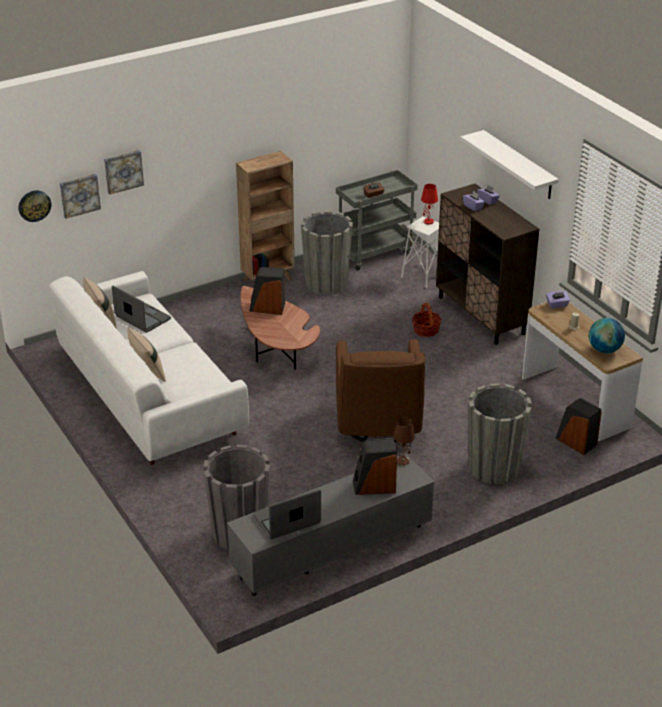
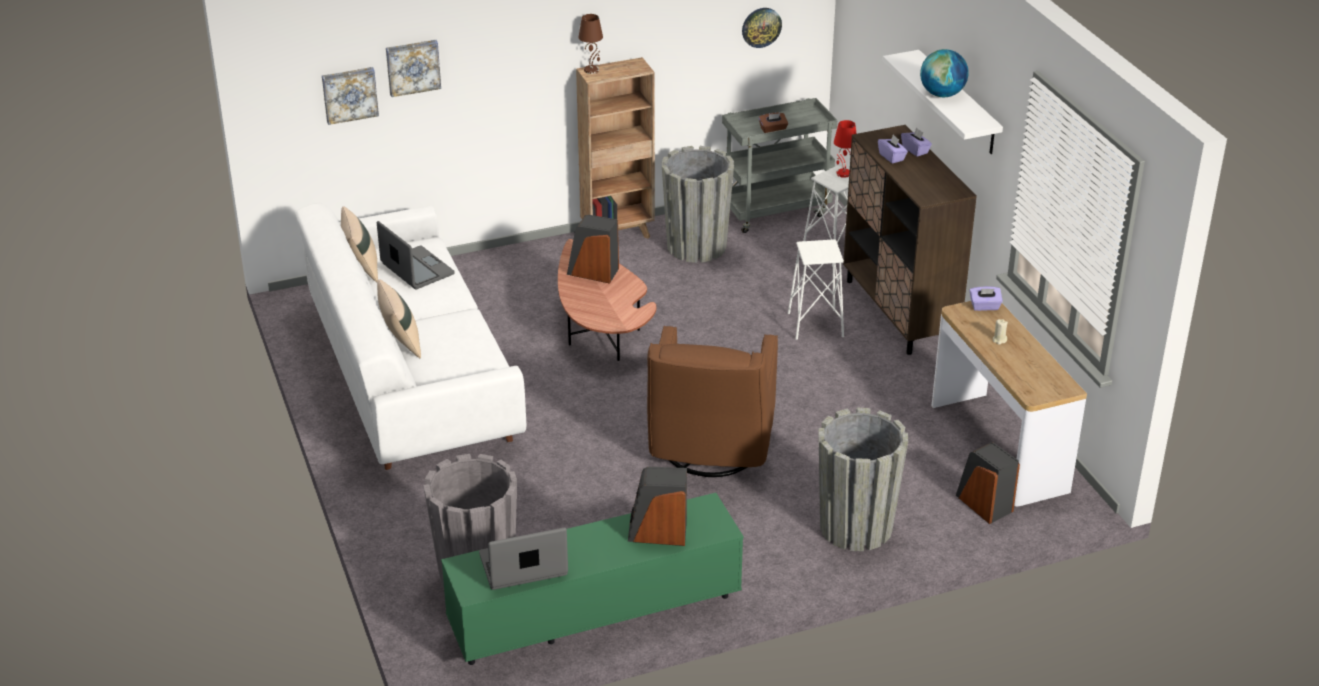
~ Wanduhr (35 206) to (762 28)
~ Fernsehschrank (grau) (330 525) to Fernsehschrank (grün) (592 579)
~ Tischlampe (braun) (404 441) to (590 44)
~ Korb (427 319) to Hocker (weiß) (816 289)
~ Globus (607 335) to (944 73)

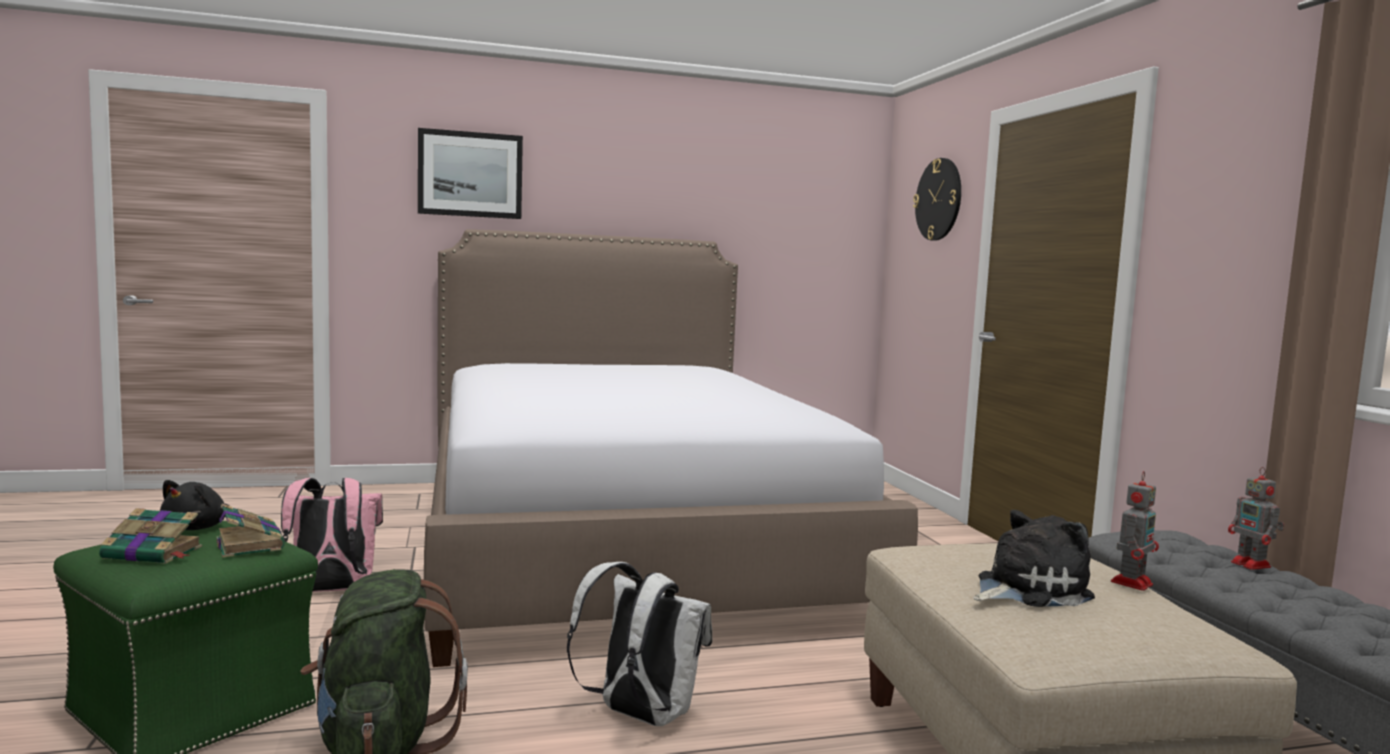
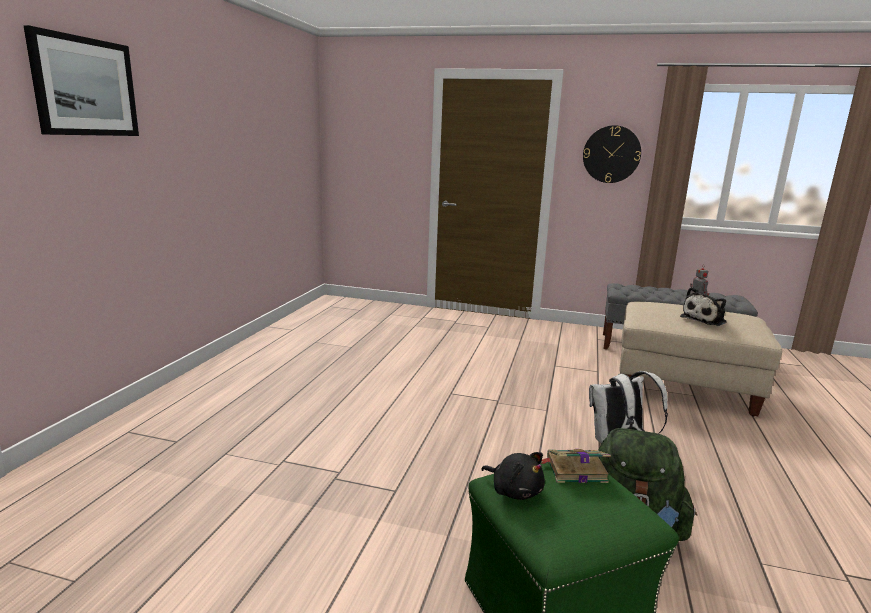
- Buch (150 536)
- Rucksack (rosa) (332 535)
- Bett (671 448)
~ Wanduhr (937 199) to (612 154)
~ Plüschtier (1034 558) = (703 306) 135 degrees counterclockwise
- Spielzeugroboter (1256 518)

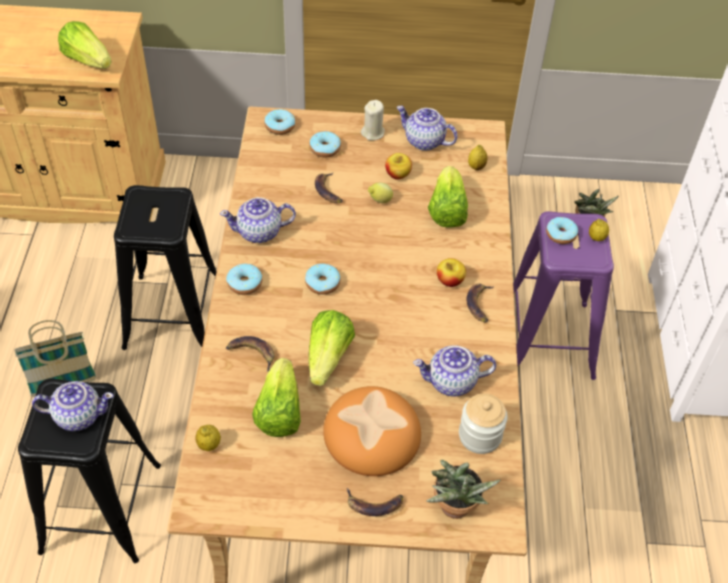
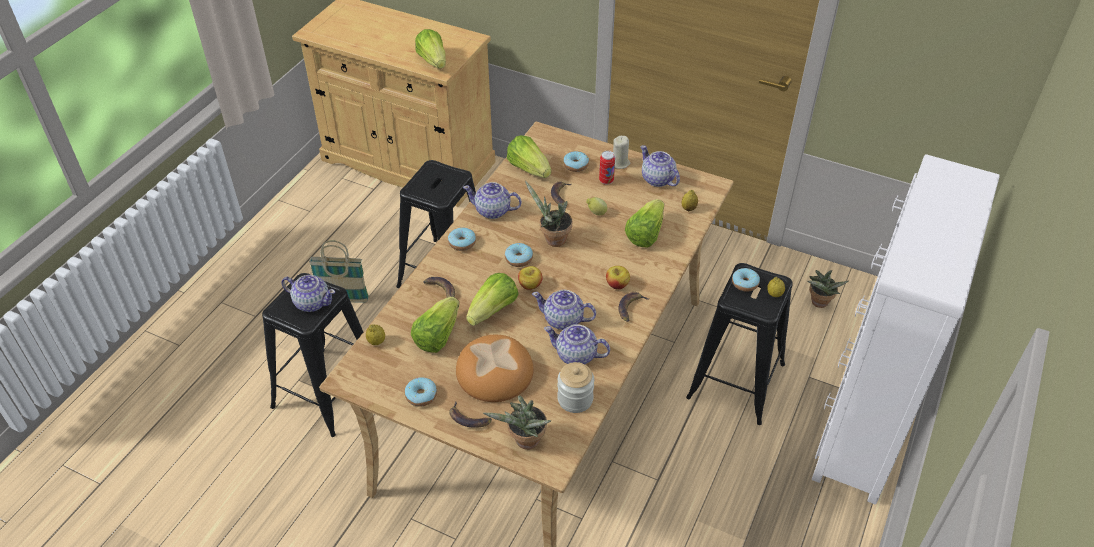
~ Donut (279 122) to (421 391)
~ Apfel (398 166) to (530 278)
~ Hocker (lila) (563 295) to Hocker (schwarz) (739 344)
+ Salatkopf (529 156)
+ Topfpflanze (548 214)
+ Teekanne (564 310)
+ Dose (607 168)

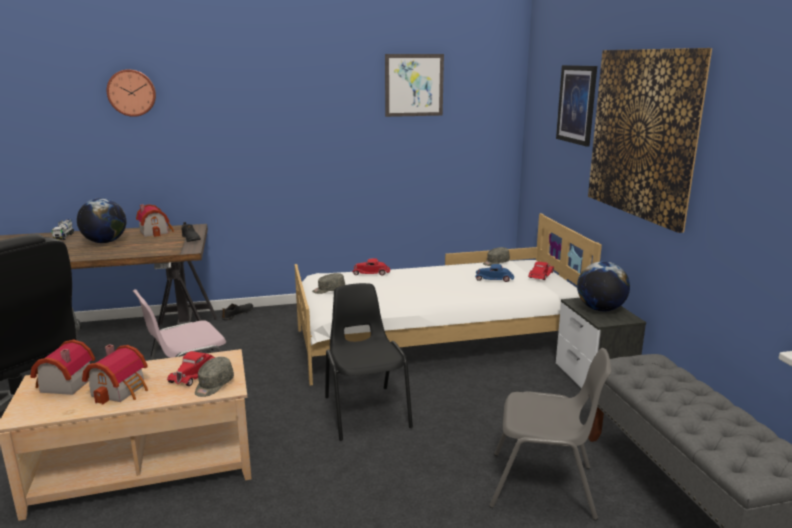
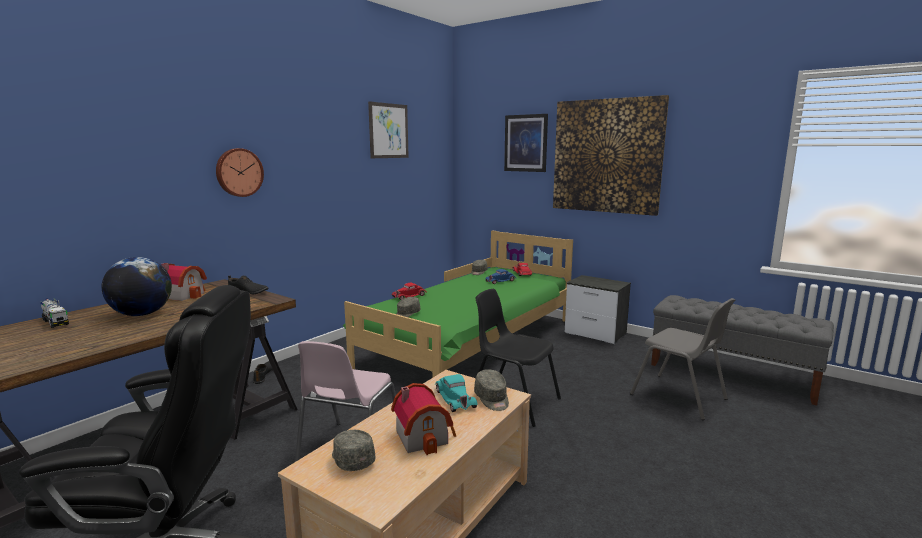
~ Spielzeughaus (62 367) to Kappe (grau) (353 450)
~ Wanduhr (131 93) to (240 172)
~ Spielzeugauto (rot) (191 368) to Spielzeugauto (türkis) (456 393)
~ Bett (weiß) (448 299) to Bett (grün) (458 304)
~ Stuhl (grau) (550 434) = (682 359) 75 degrees clockwise
- Globus (603 286)

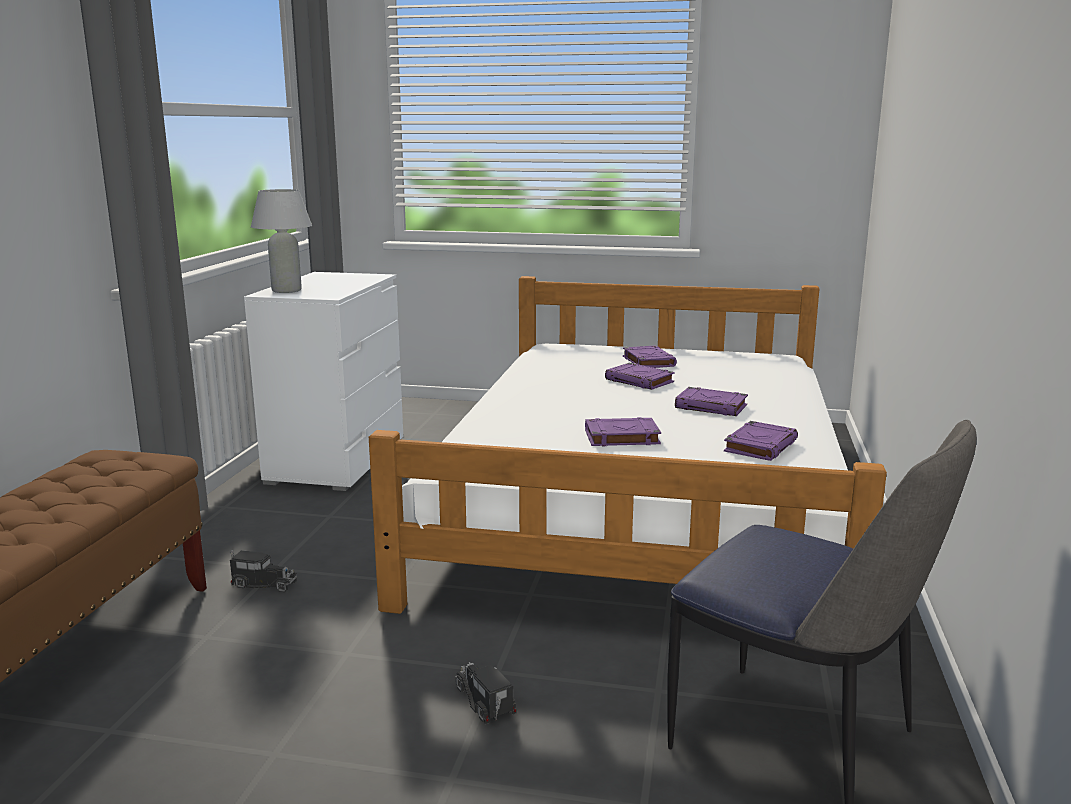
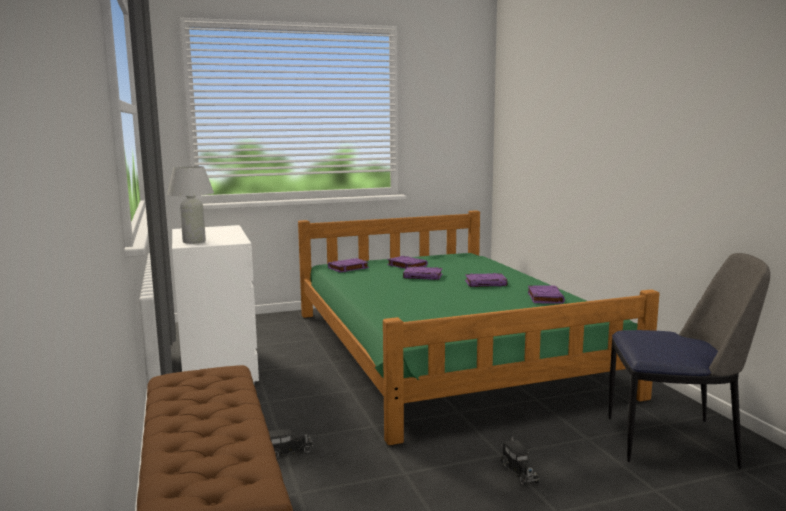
~ Bett (weiß) (628 445) to Bett (grün) (479 327)
~ Spielzeuglaster (486 693) = (520 461) 135 degrees counterclockwise
~ Buch (lila) (623 431) to (348 265)

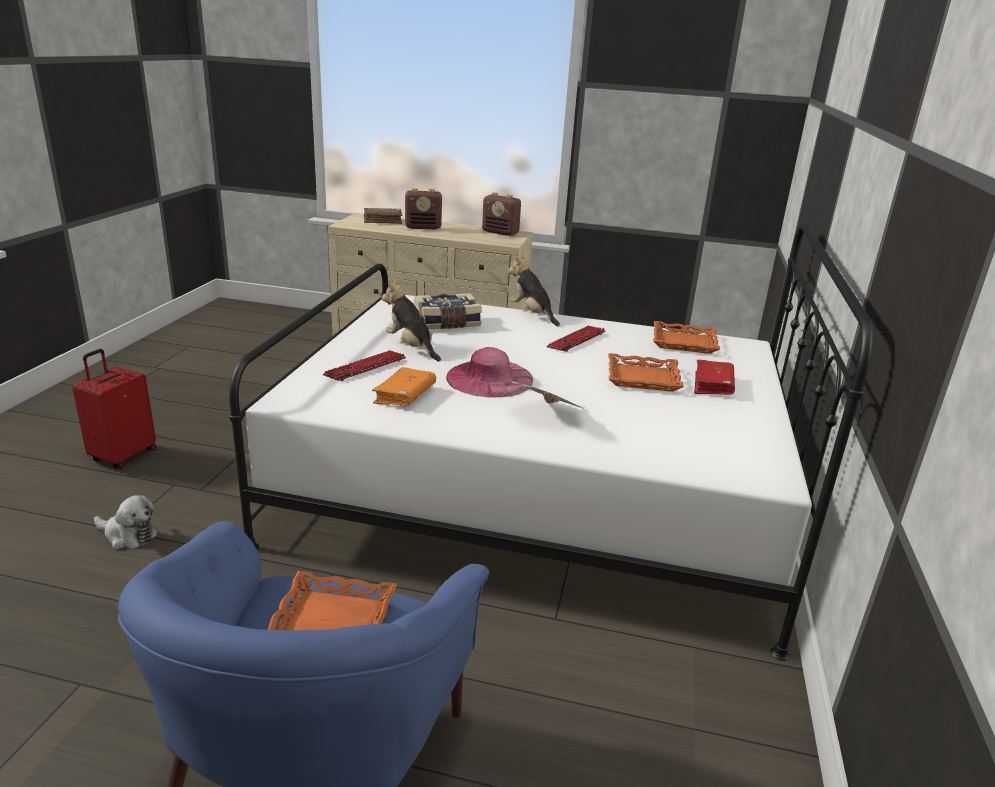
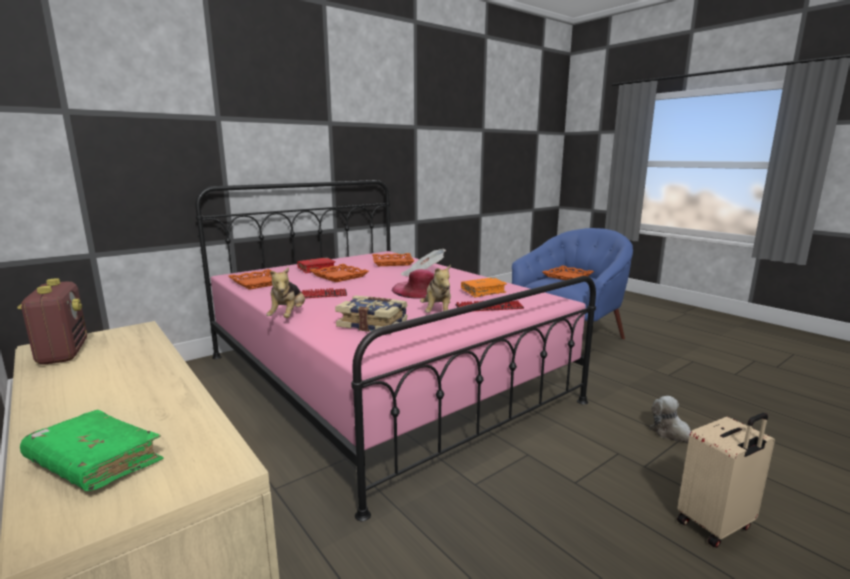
~ Koffer (rot) (114 409) to Koffer (beige) (726 480)
~ Bett (weiß) (551 441) to Bett (rosa) (395 350)
~ Buch (braun) (383 216) to Buch (grün) (92 450)
- Radio (423 208)
+ Tablett (orange) (393 259)

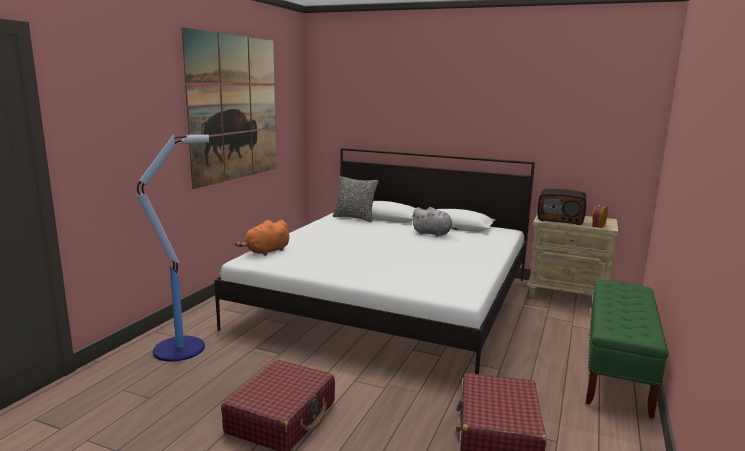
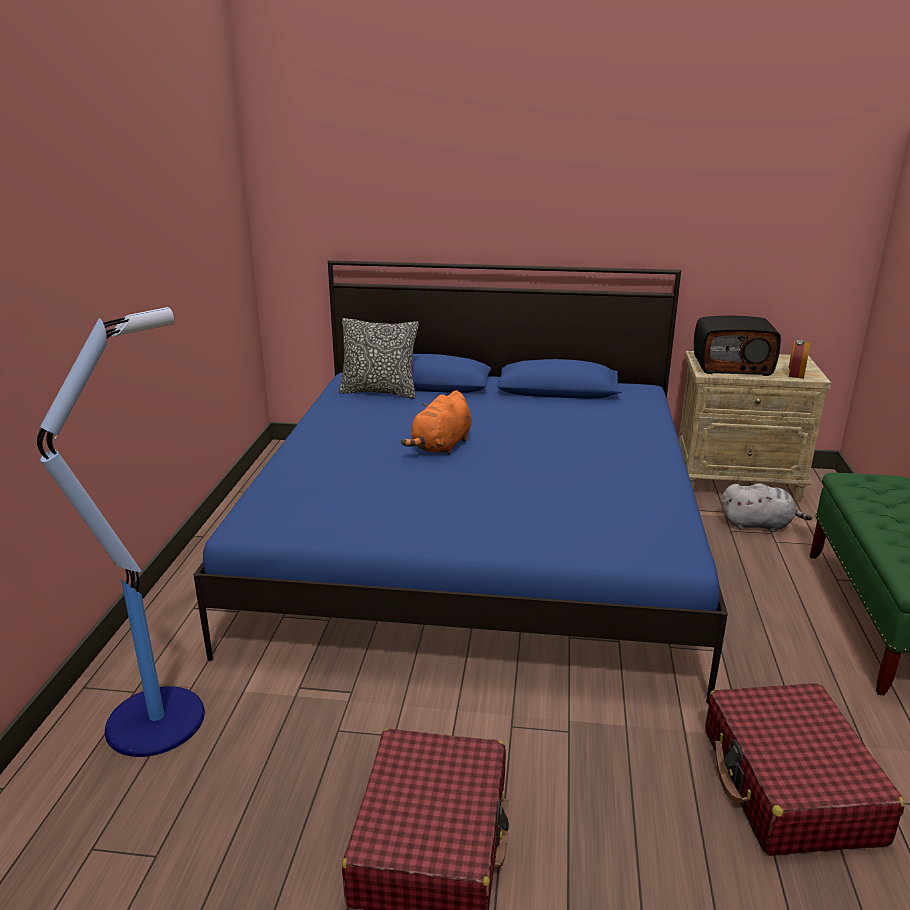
- Bild (228 108)
~ Bett (weiß) (374 261) to Bett (blau) (460 481)
~ Plüschtier (orange) (262 238) to (436 422)
~ Plüschtier (grau) (434 222) to (766 507)

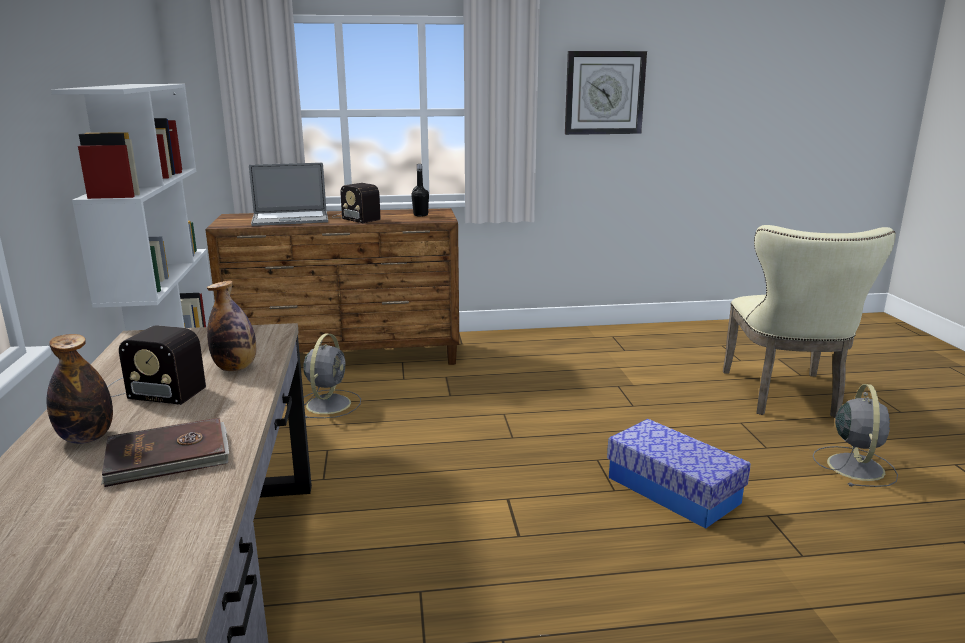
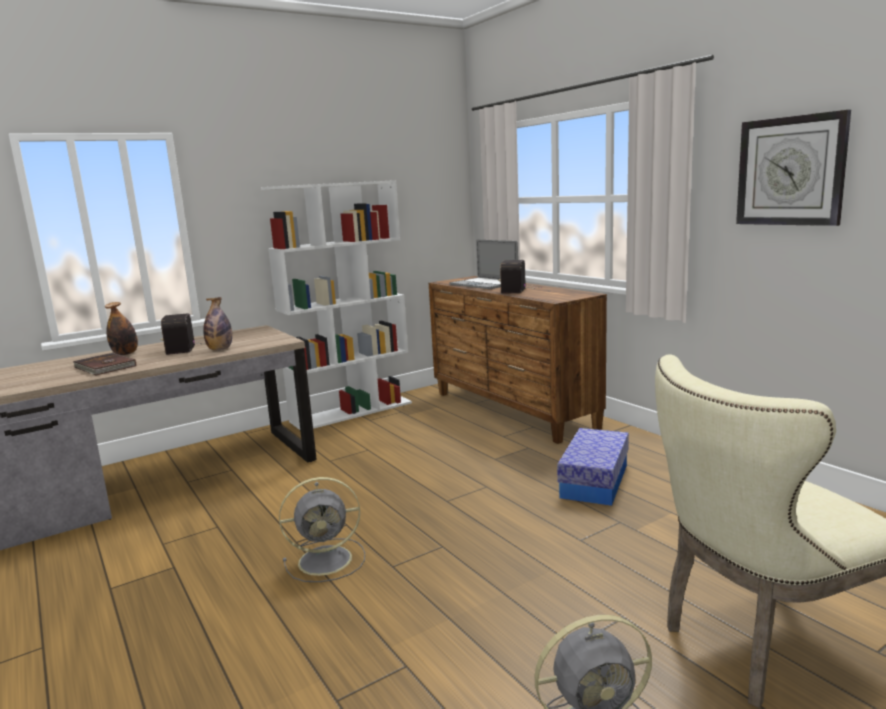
~ Ventilator (grau) (332 376) to (322 529)
- Flasche (schwarz) (420 190)
~ Aufbewahrungsbox (679 474) to (593 467)

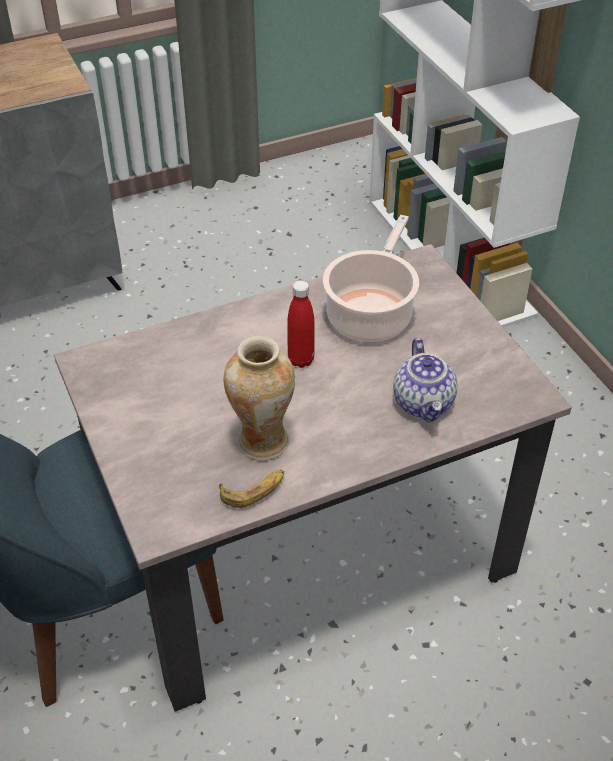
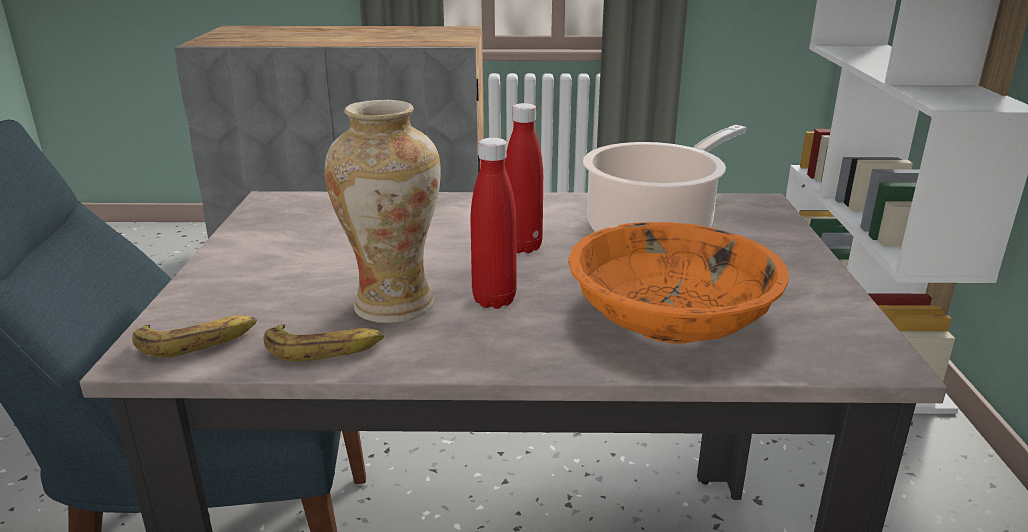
~ Teekanne (425 380) to Schüssel (orange) (678 283)
+ Banane (194 336)
+ Flasche (rot) (494 223)

